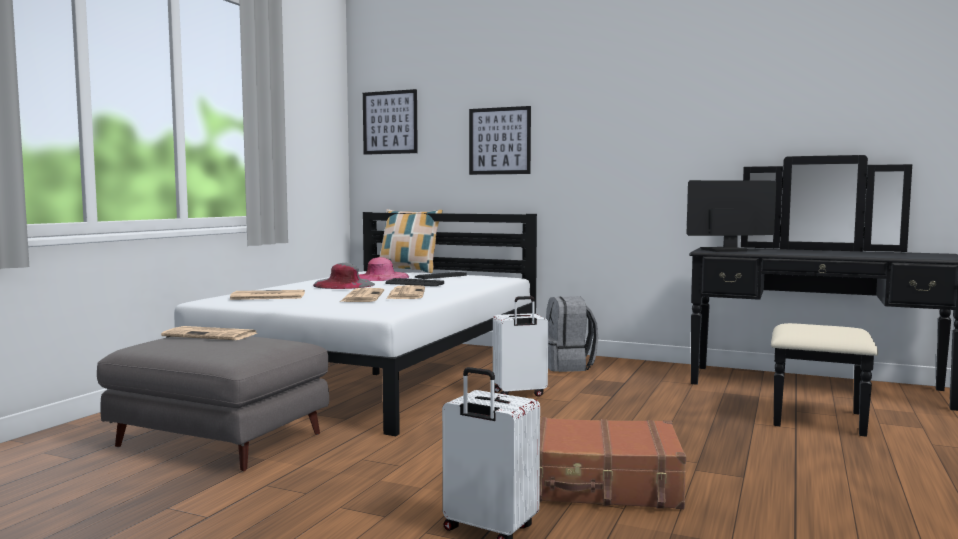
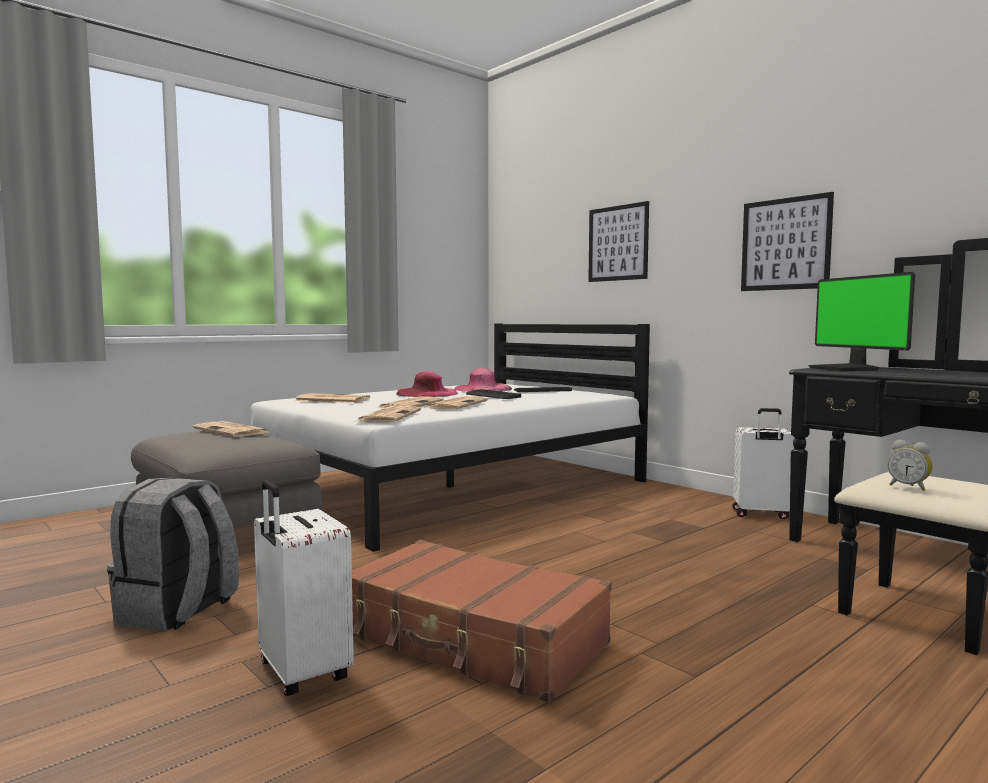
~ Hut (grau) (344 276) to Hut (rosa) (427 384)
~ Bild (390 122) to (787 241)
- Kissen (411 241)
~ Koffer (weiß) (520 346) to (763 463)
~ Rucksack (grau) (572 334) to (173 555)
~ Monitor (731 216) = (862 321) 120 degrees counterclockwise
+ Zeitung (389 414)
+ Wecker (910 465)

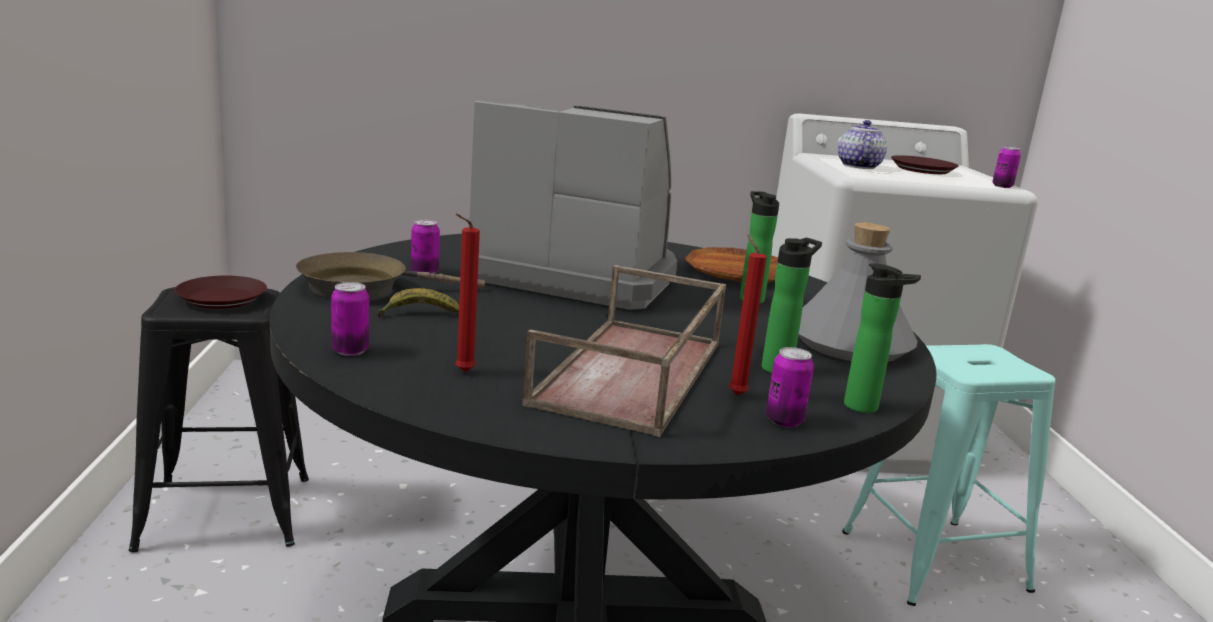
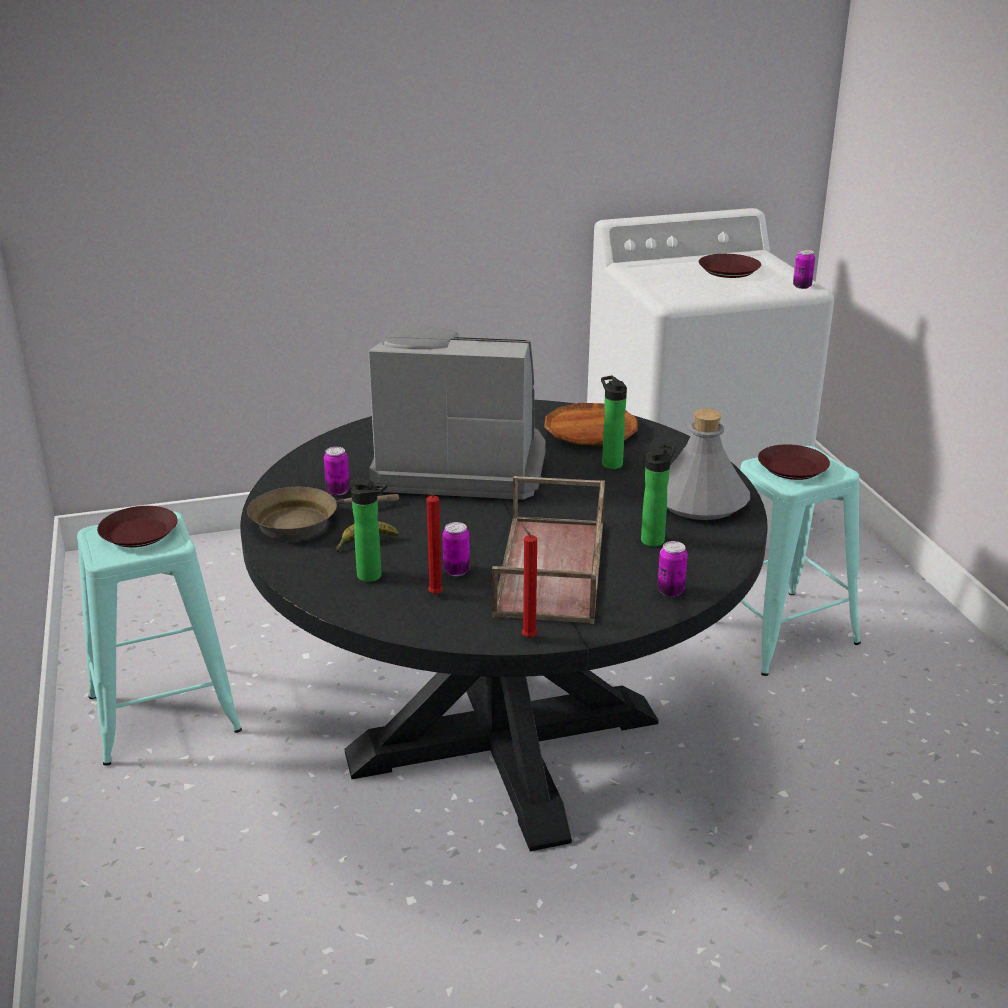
~ Hocker (schwarz) (219 419) to Hocker (türkis) (159 639)
~ Dose (350 319) to (456 549)
~ Kerze (rot) (748 315) to (528 580)
- Teekanne (862 144)
~ Flasche (882 338) to (369 530)
+ Teller (braun) (794 462)

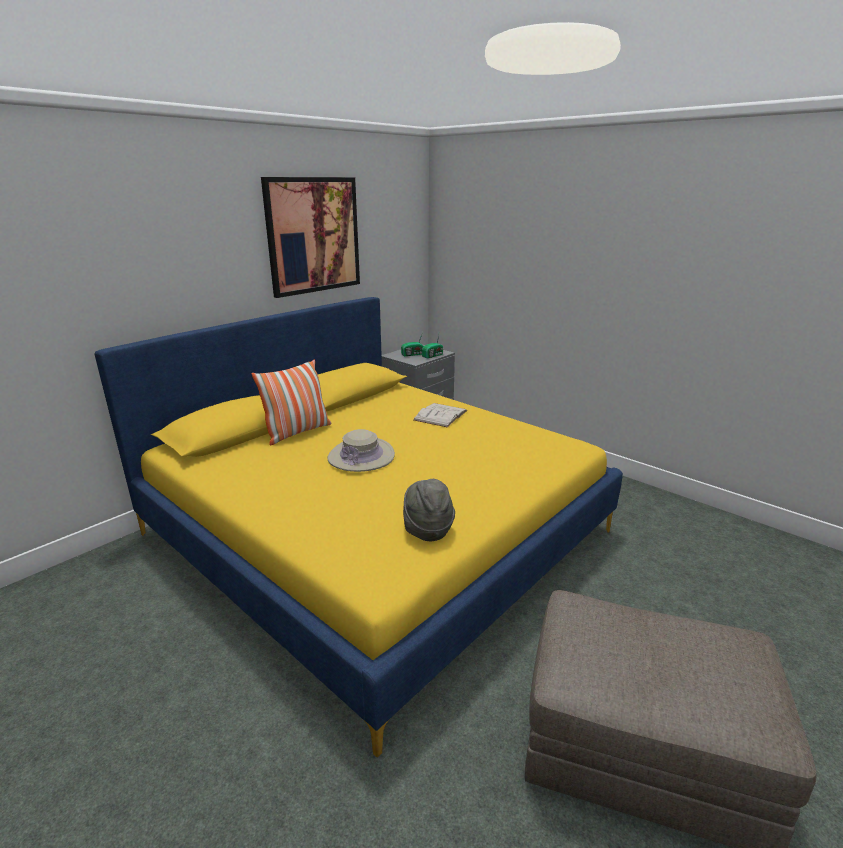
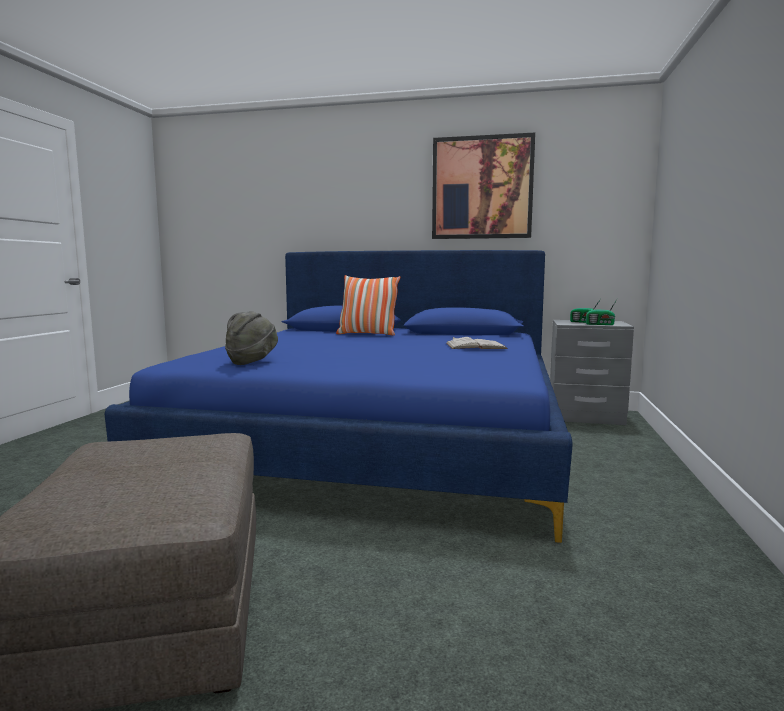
~ Bett (gelb) (358 527) to Bett (blau) (339 396)
- Hut (beige) (361 450)

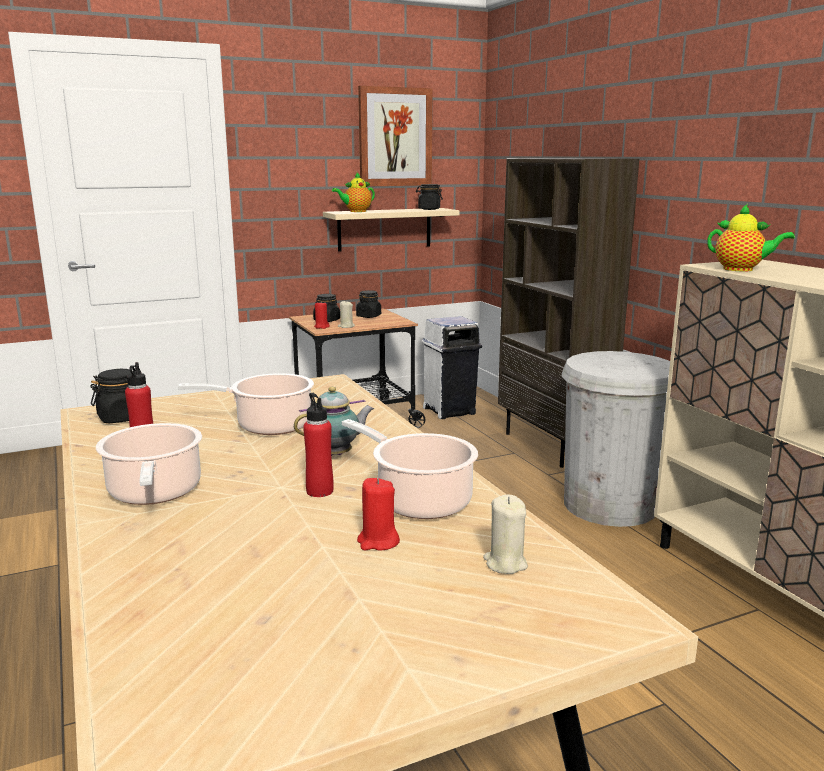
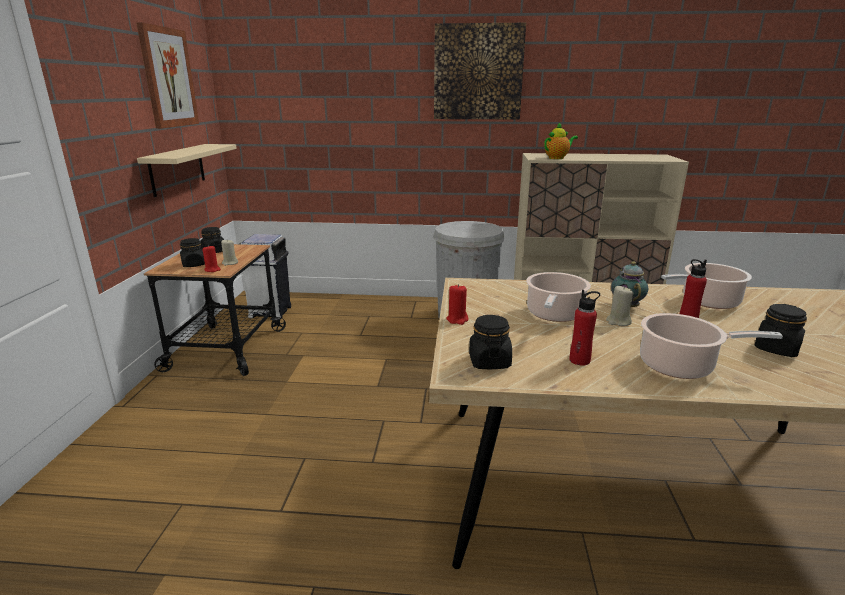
- Teekanne (353 192)
~ Kerze (rot) (378 514) to (457 304)
~ Vorratsglas (schwarz) (429 197) to (781 330)
~ Kerze (beige) (505 534) to (619 306)
- Bücherregal (braun) (568 313)
+ Bild (480 71)

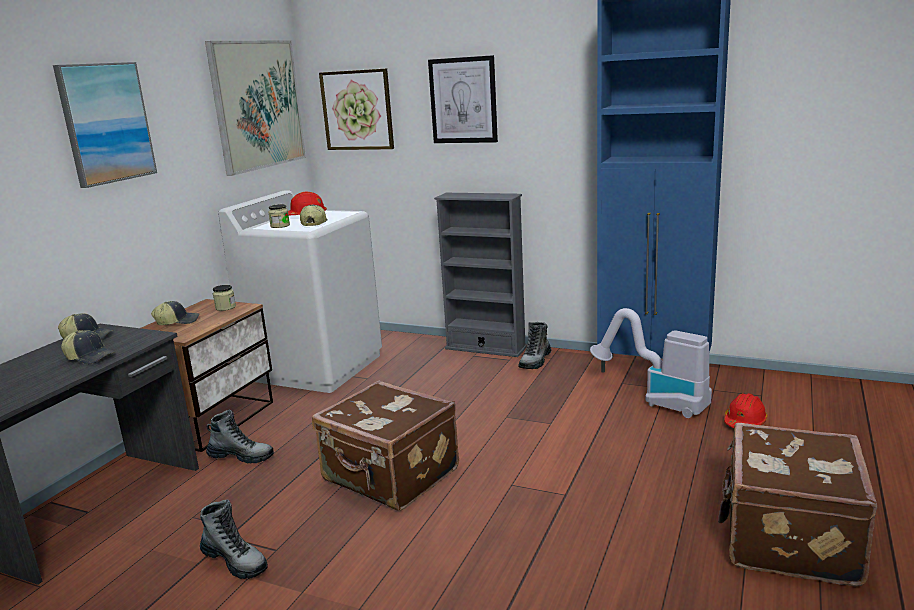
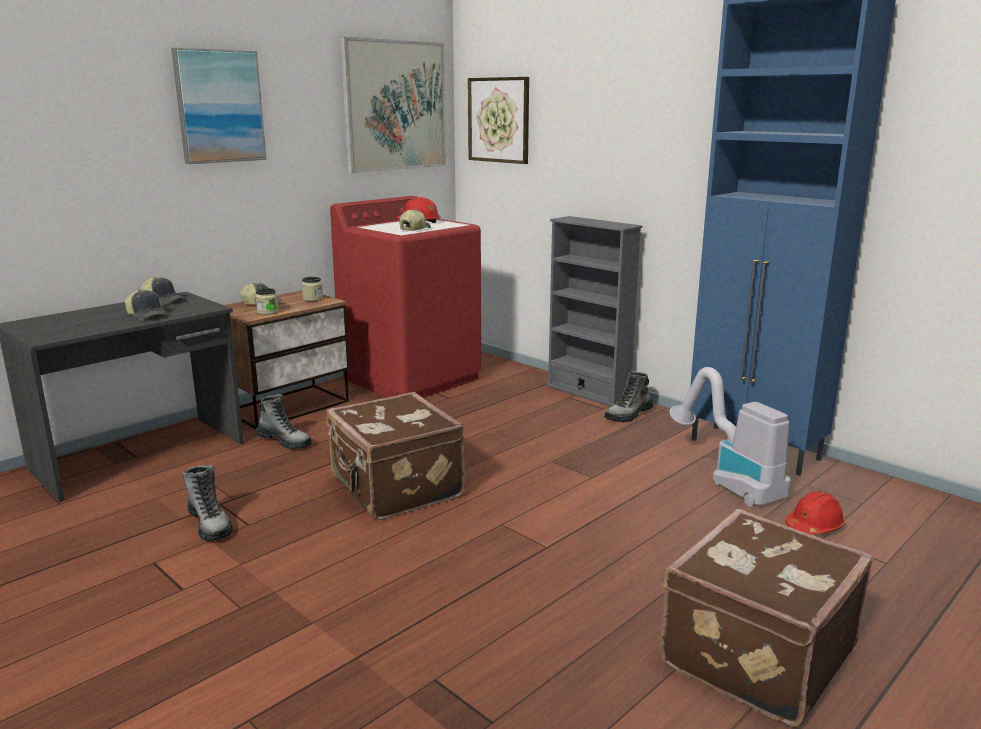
~ Waschmaschine (weiß) (300 292) to Waschmaschine (rot) (405 297)
~ Vorratsglas (279 216) to (267 301)
- Bild (463 99)

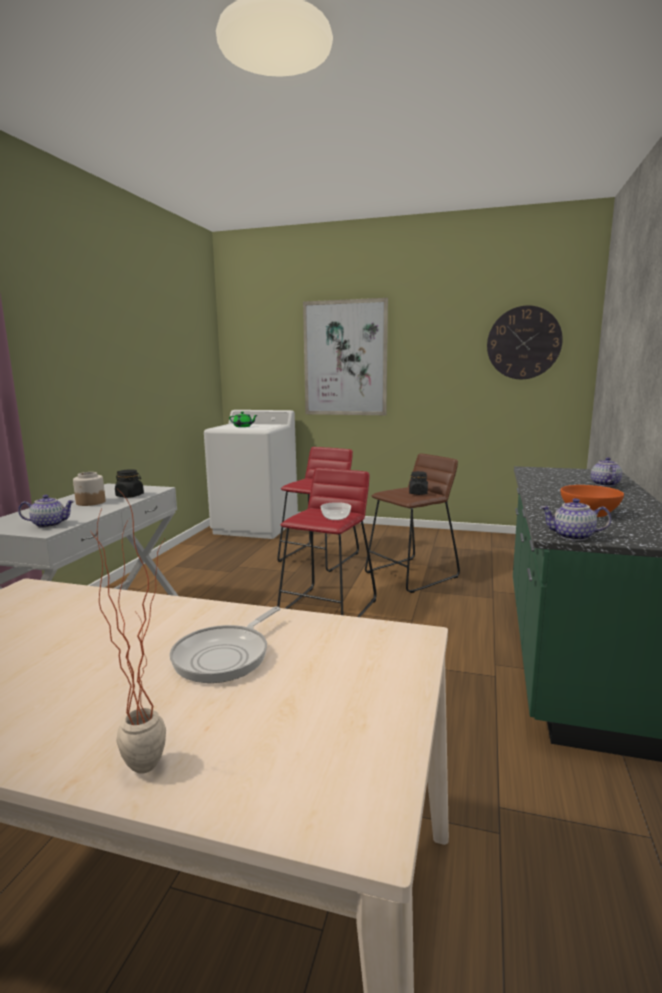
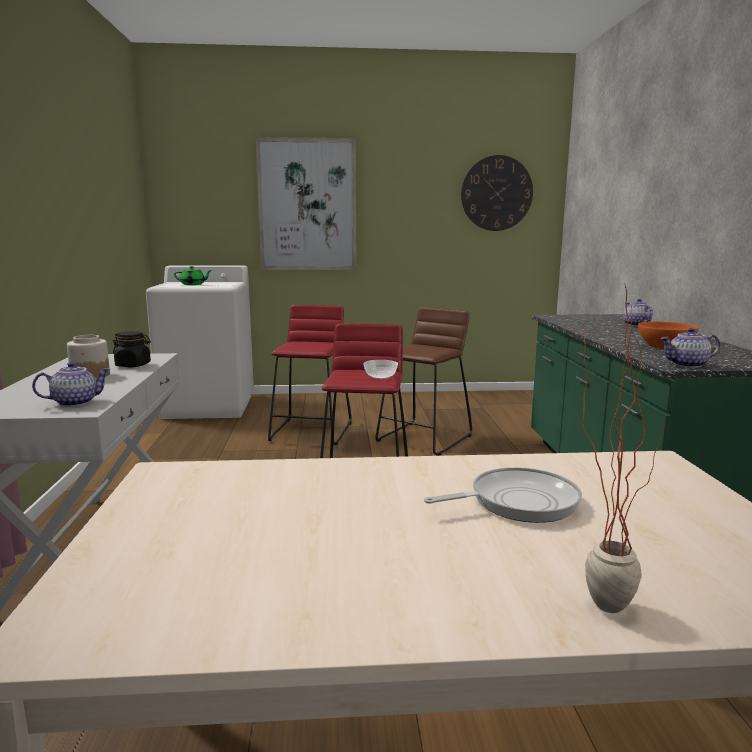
~ Pfanne (225 644) = (503 495) 120 degrees counterclockwise
- Vorratsglas (schwarz) (418 483)

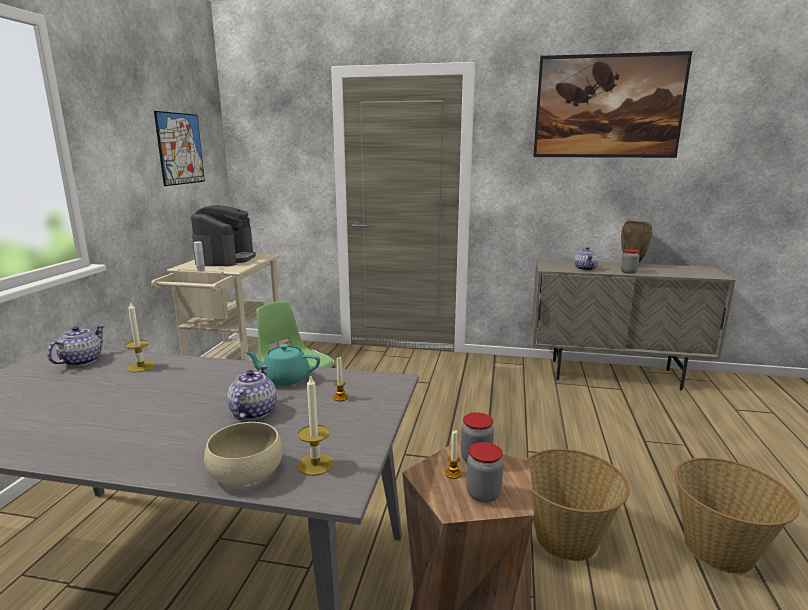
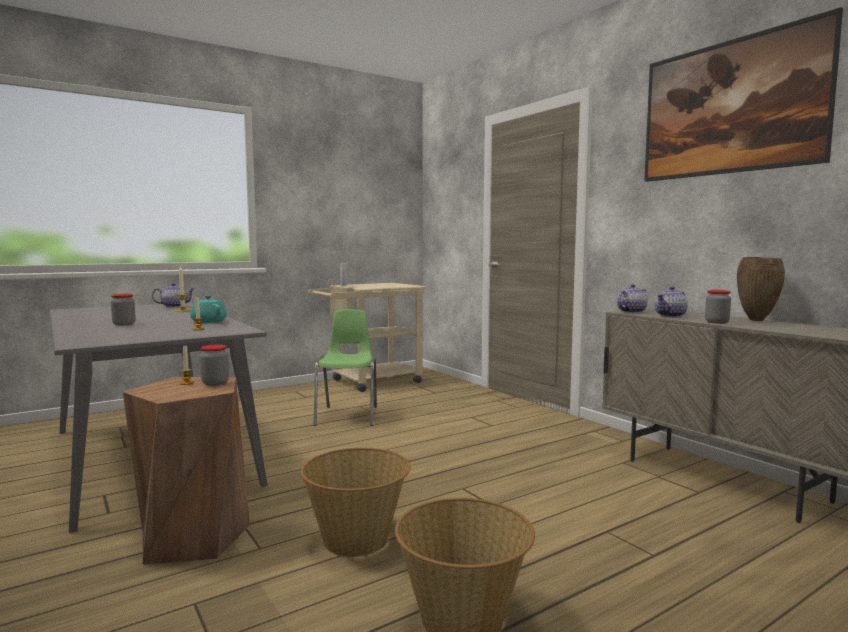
- Bild (179 148)
- Kaffeemaschine (223 235)
- Schüssel (beige) (243 454)
~ Teekanne (252 392) to (632 298)
- Kerze (315 425)
~ Vorratsglas (484 472) to (123 310)

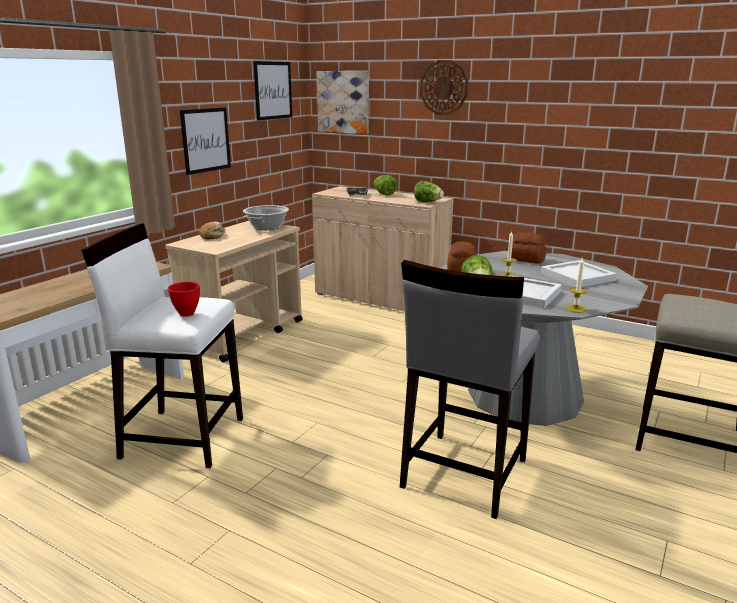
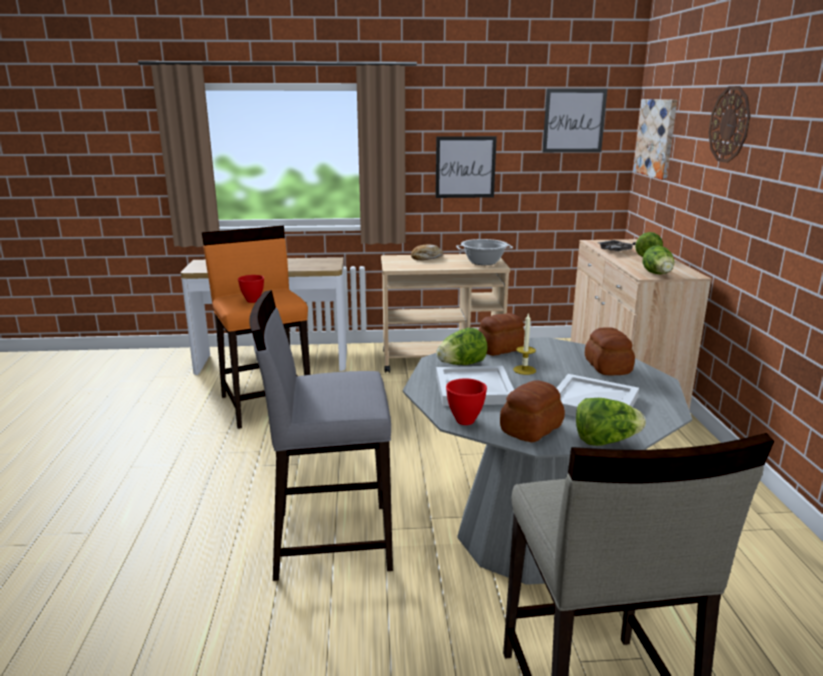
~ Hocker (weiß) (162 345) to Hocker (orange) (255 327)
~ Kerze (576 285) to Schüssel (rot) (466 402)
+ Brot (532 411)
+ Salatkopf (611 422)

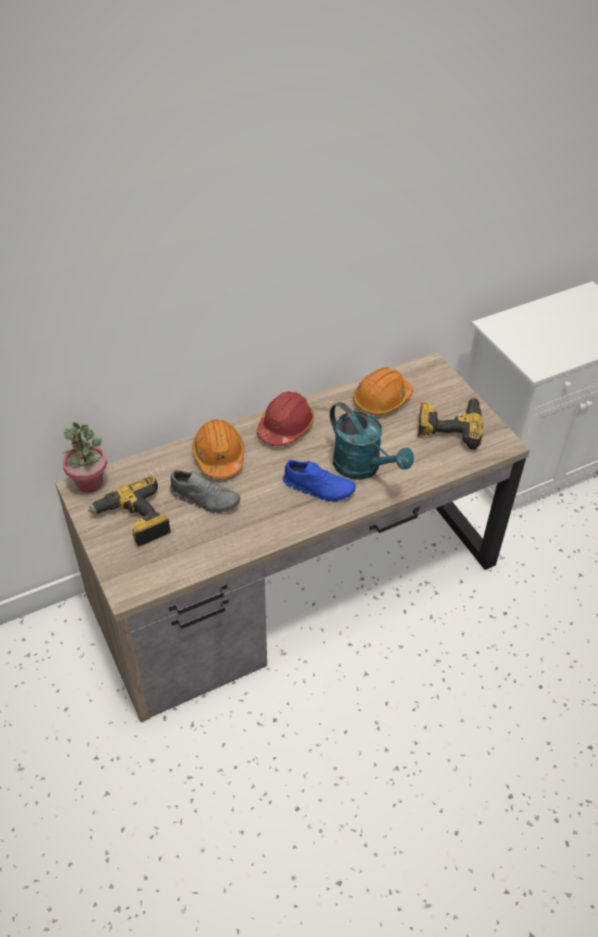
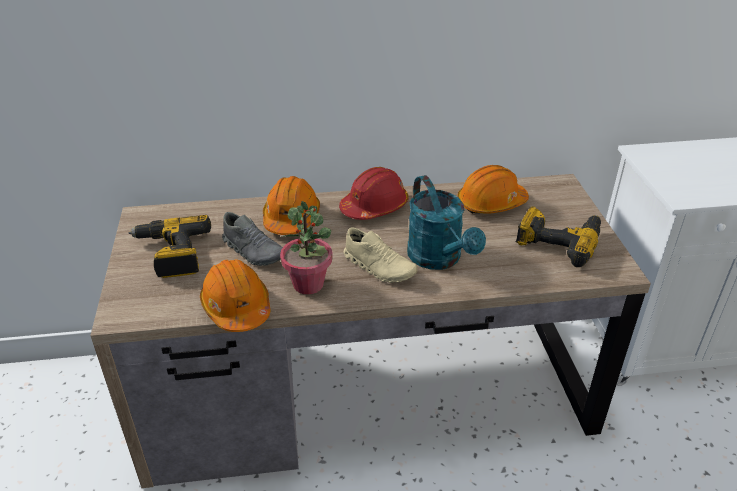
~ Topfpflanze (84 457) to (306 248)
~ Schuh (blau) (319 481) to Schuh (beige) (380 255)
+ Schutzhelm (orange) (235 295)

